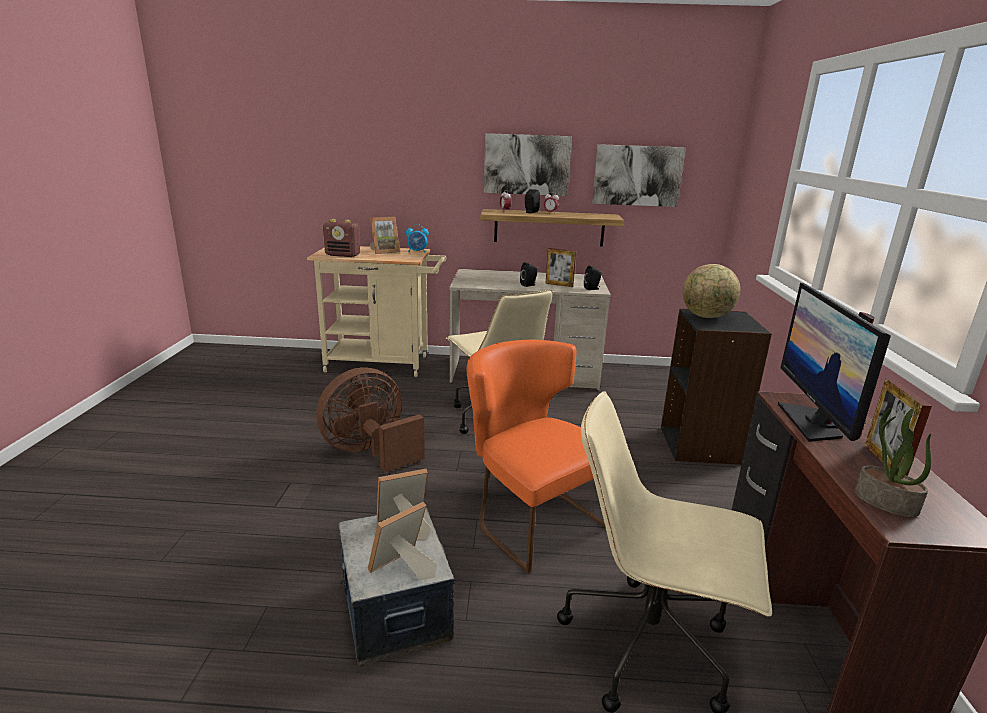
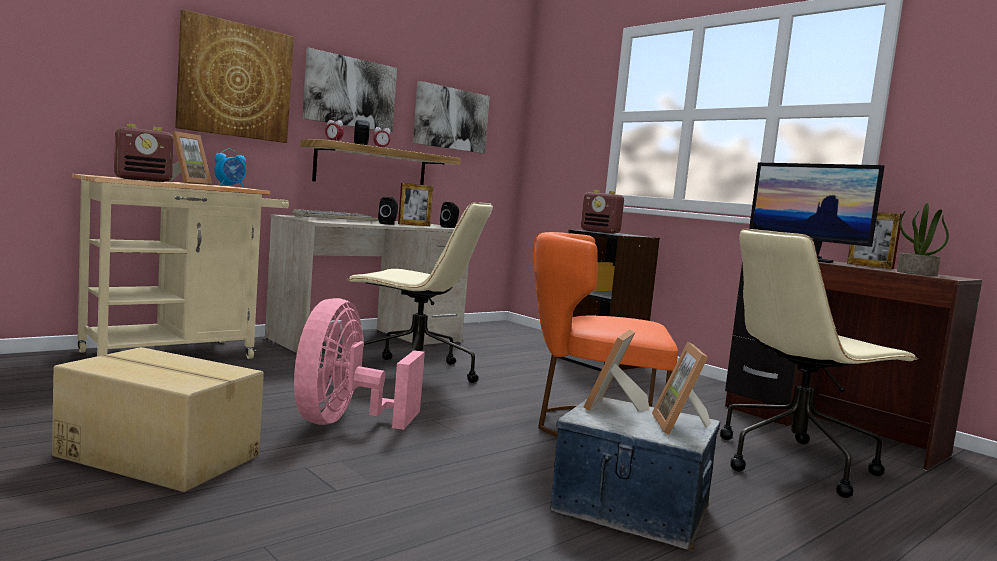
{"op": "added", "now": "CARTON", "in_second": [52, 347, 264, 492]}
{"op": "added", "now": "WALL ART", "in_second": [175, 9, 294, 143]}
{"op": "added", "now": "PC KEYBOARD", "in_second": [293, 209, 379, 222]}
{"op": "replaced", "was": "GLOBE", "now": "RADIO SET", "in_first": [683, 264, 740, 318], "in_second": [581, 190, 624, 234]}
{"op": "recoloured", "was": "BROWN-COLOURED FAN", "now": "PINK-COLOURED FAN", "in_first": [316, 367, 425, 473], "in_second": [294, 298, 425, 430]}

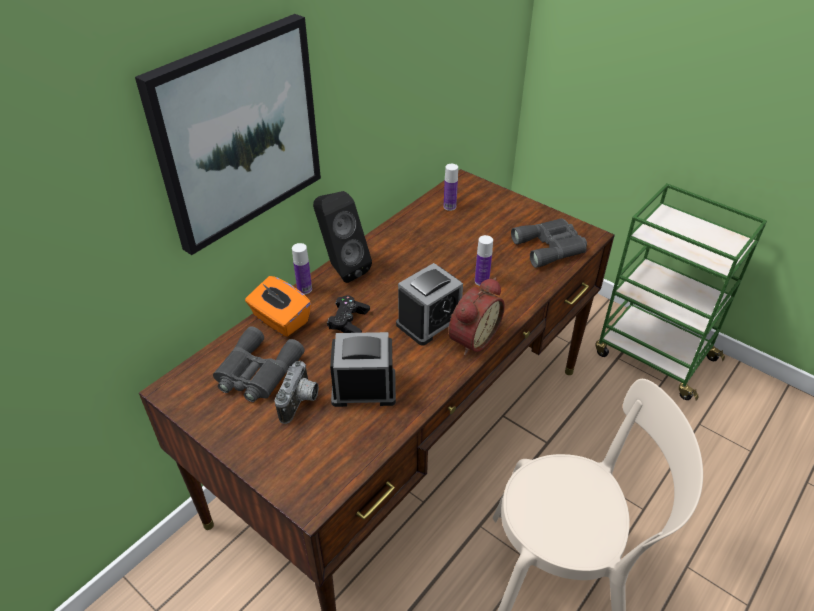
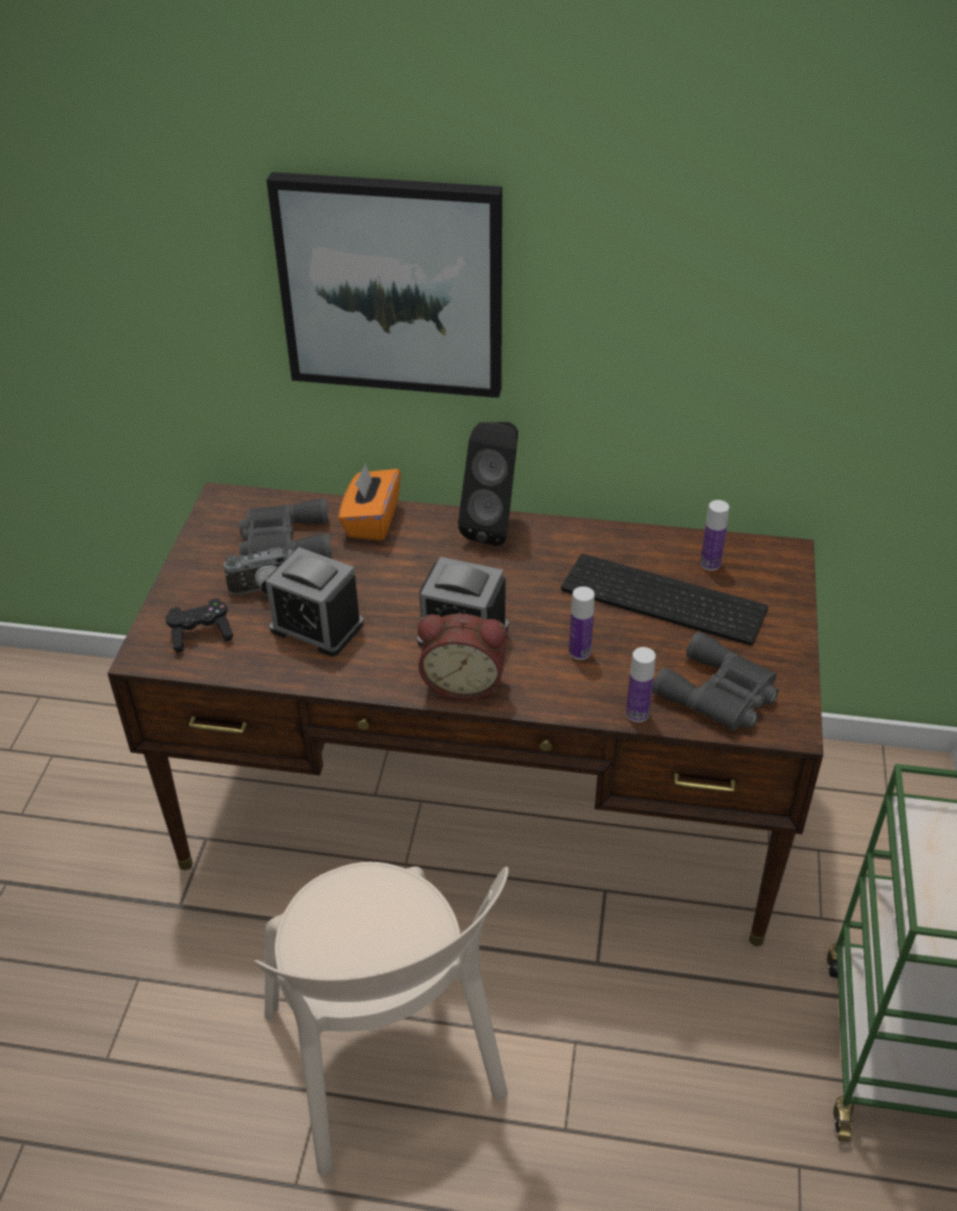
{"op": "added", "now": "PC KEYBOARD", "in_second": [561, 554, 769, 645]}
{"op": "moved", "was": "DRINK BOTTLE", "in_first": [292, 243, 312, 294], "in_second": [626, 647, 656, 722]}
{"op": "moved", "was": "BLACK-COLOURED GAMEPAD", "in_first": [327, 295, 370, 333], "in_second": [166, 598, 234, 653]}
{"op": "turned", "was": "ALARM CLOCK", "in_first": [330, 332, 396, 407], "in_second": [266, 547, 363, 657], "clockwise": 150}

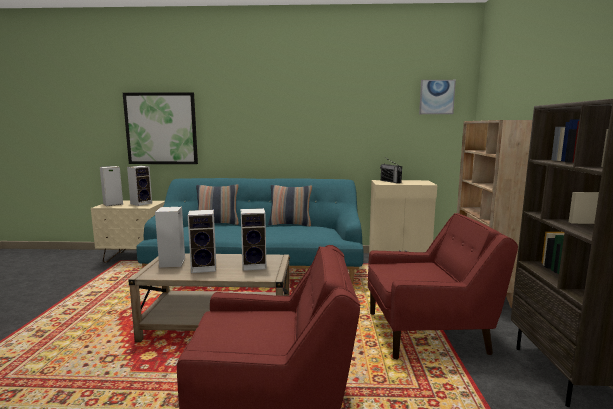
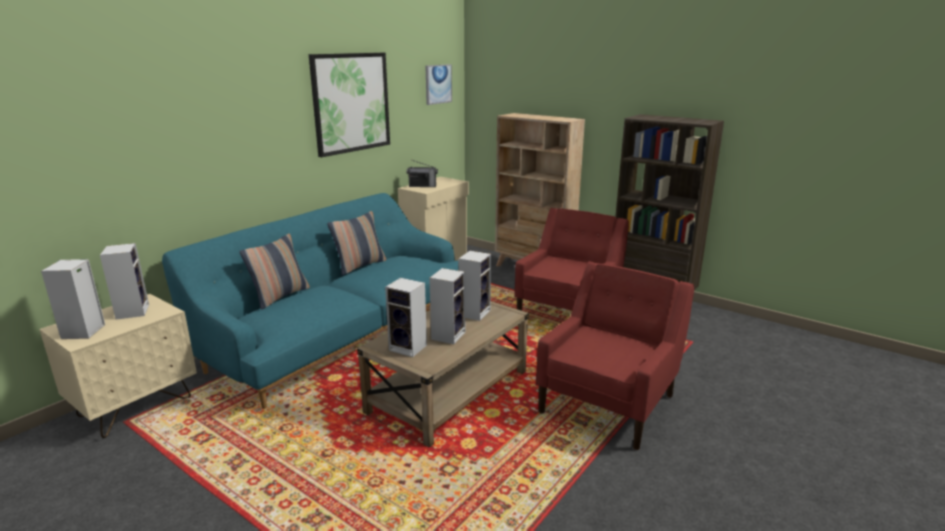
{"op": "moved", "was": "WALL ART", "in_first": [123, 92, 198, 164], "in_second": [309, 53, 390, 157]}

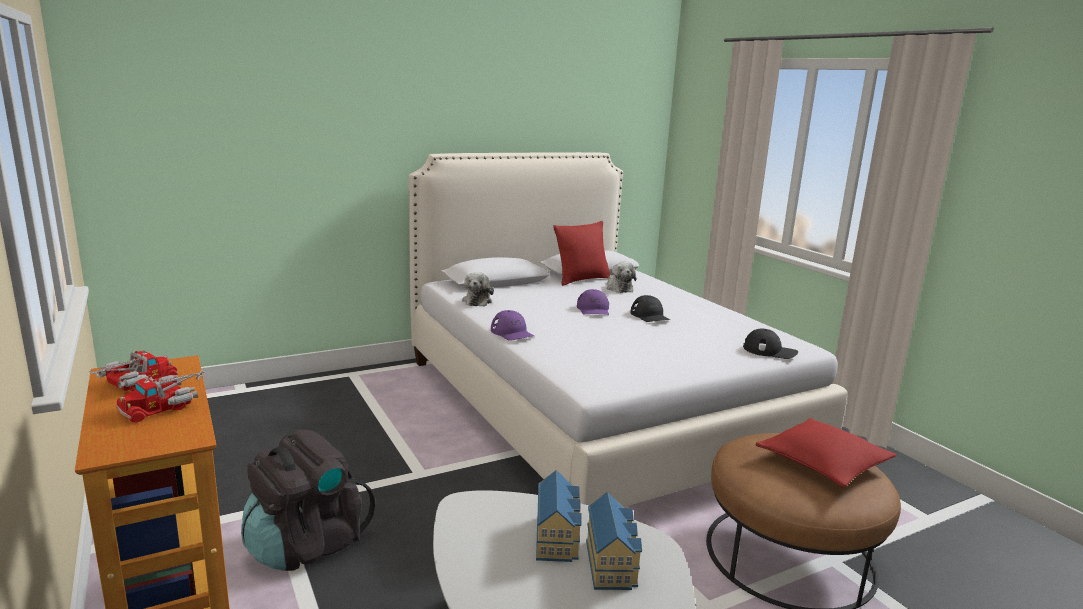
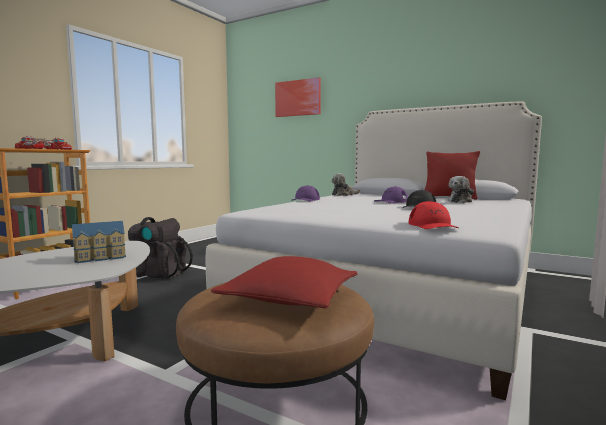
{"op": "removed", "was": "MINIATURE HOUSE", "in_first": [586, 492, 642, 590]}
{"op": "added", "now": "WALL ART", "in_second": [275, 77, 321, 117]}
{"op": "recoloured", "was": "BLACK-COLOURED PEAKED CAP", "now": "RED-COLOURED PEAKED CAP", "in_first": [743, 329, 798, 359], "in_second": [409, 201, 459, 229]}

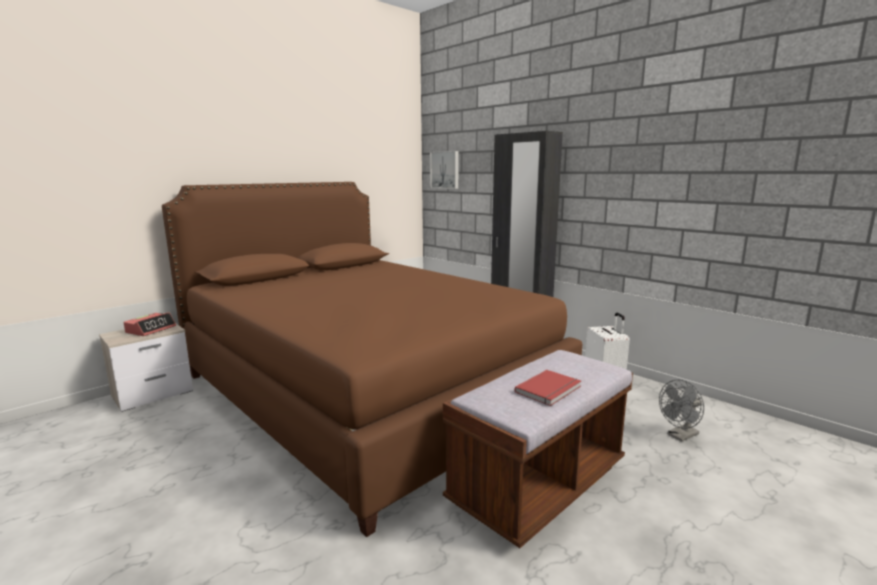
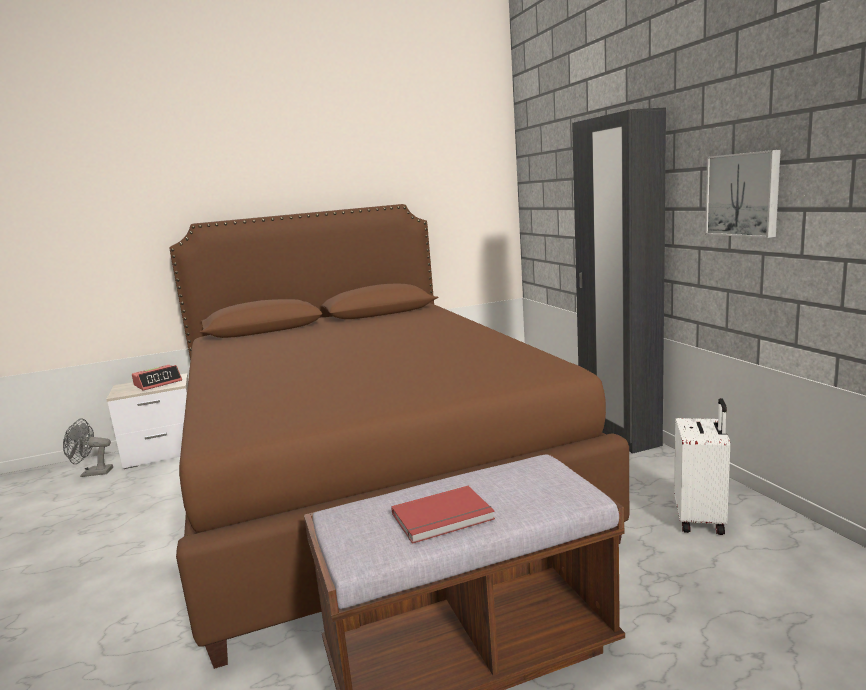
{"op": "moved", "was": "WALL ART", "in_first": [430, 151, 459, 189], "in_second": [705, 150, 781, 238]}
{"op": "moved", "was": "GRAY FAN", "in_first": [659, 379, 704, 441], "in_second": [63, 418, 113, 477]}

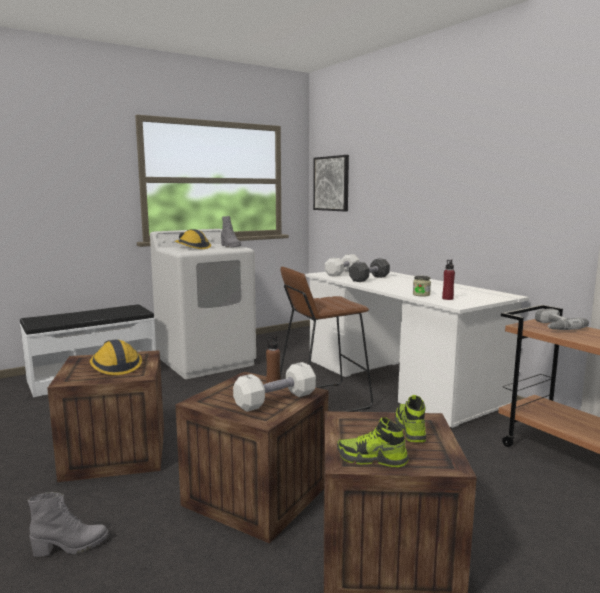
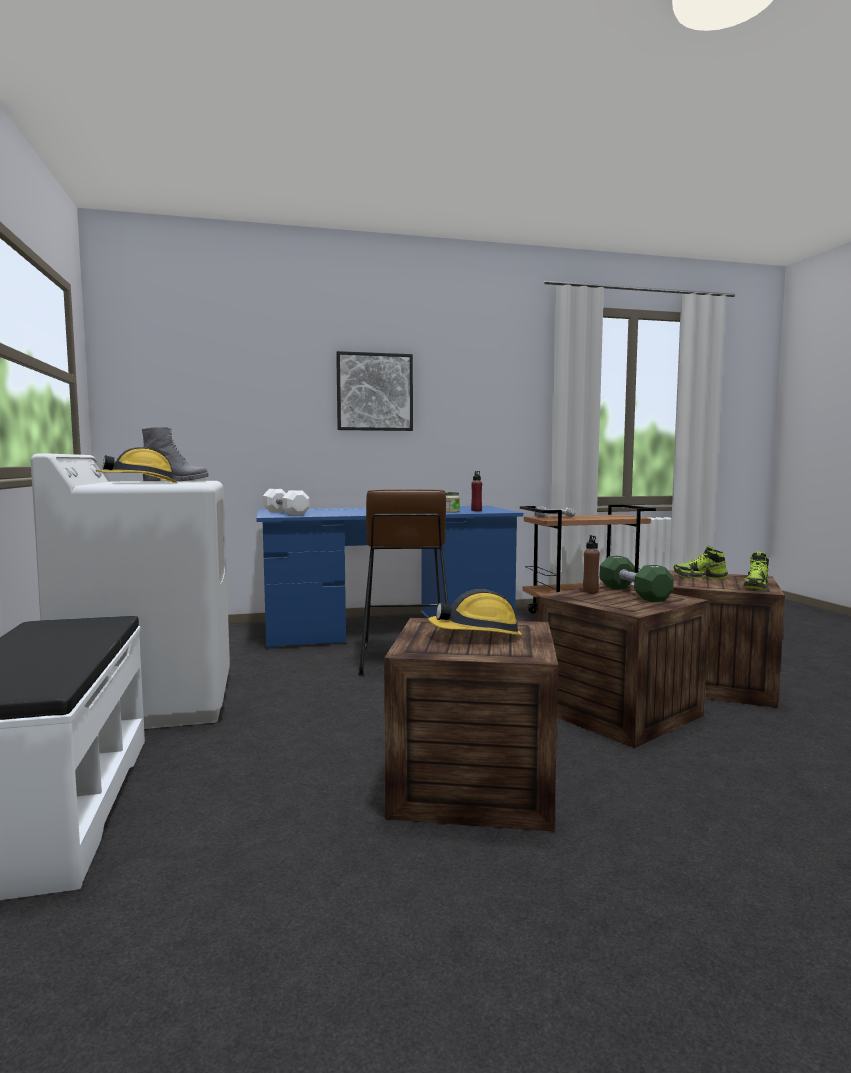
{"op": "removed", "was": "GRAY HIGH-TOP BOOT", "in_first": [28, 492, 109, 557]}
{"op": "removed", "was": "BLACK-COLOURED HAND WEIGHT", "in_first": [349, 258, 390, 282]}
{"op": "moved", "was": "WALL ART", "in_first": [313, 155, 349, 212], "in_second": [336, 351, 413, 431]}
{"op": "recoloured", "was": "WHITISH HAND WEIGHT", "now": "GREEN-COLOURED HAND WEIGHT", "in_first": [233, 362, 316, 412], "in_second": [599, 556, 674, 602]}
{"op": "recoloured", "was": "WHITISH DESK", "now": "BLUE DESK", "in_first": [305, 271, 529, 428], "in_second": [256, 506, 523, 648]}

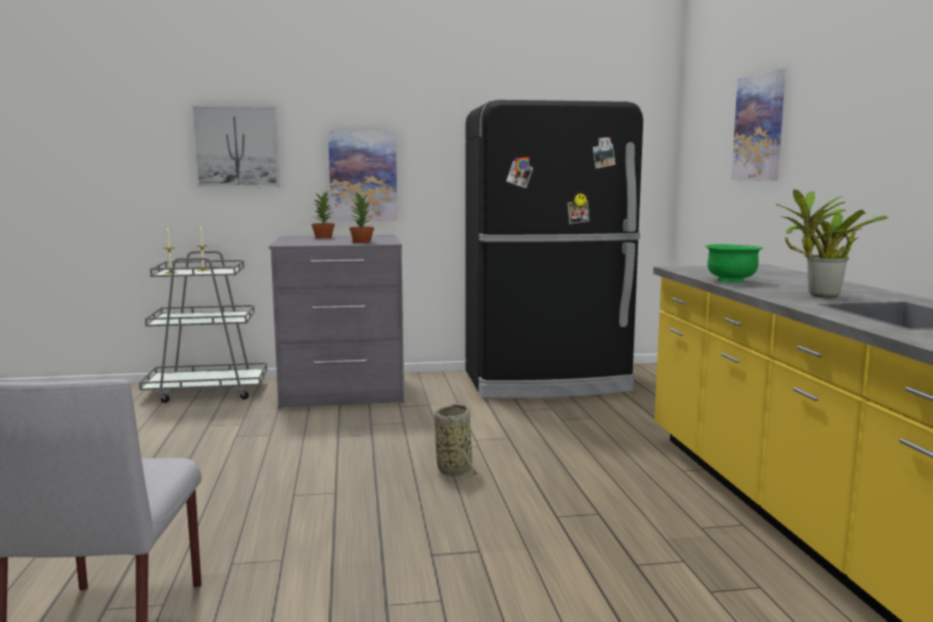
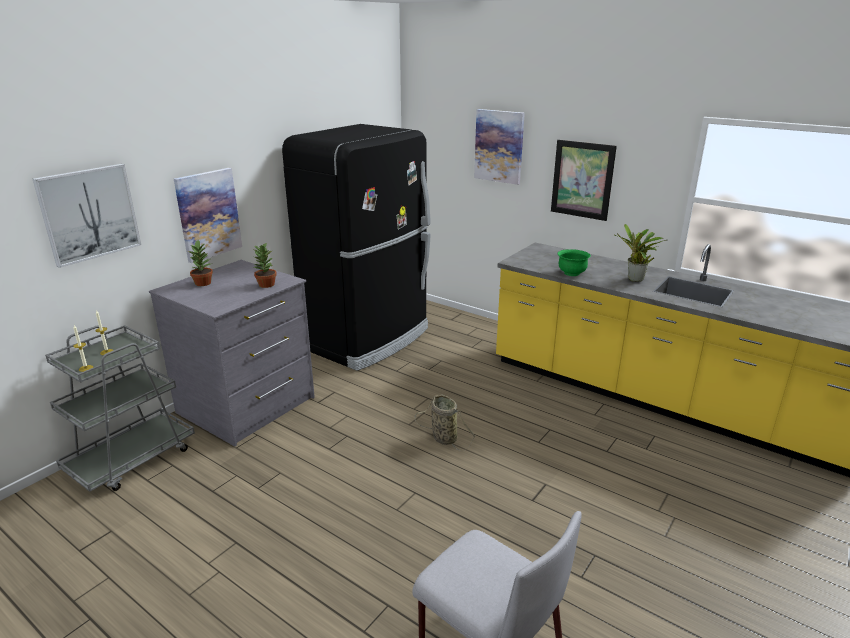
{"op": "added", "now": "WALL ART", "in_second": [551, 140, 617, 221]}

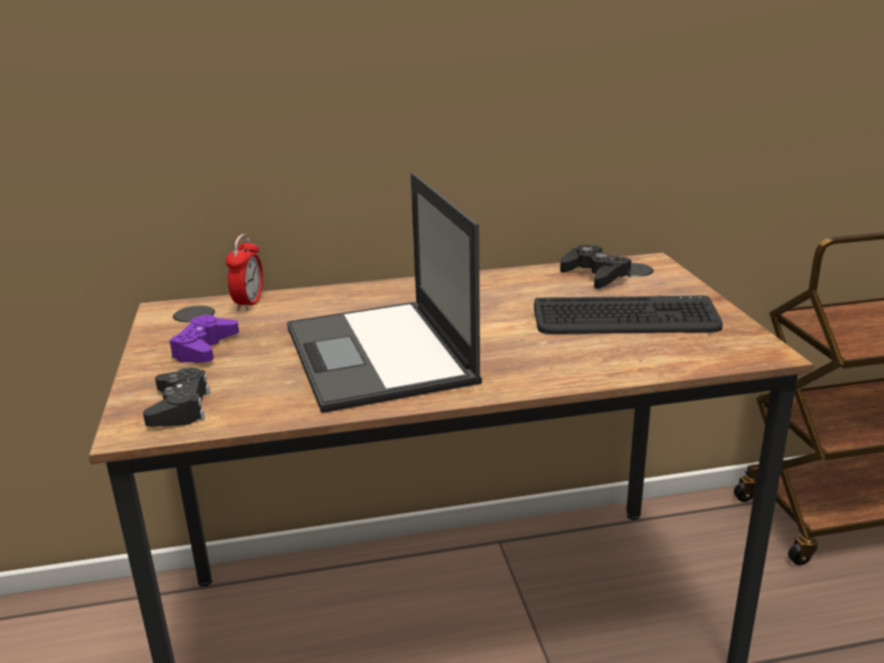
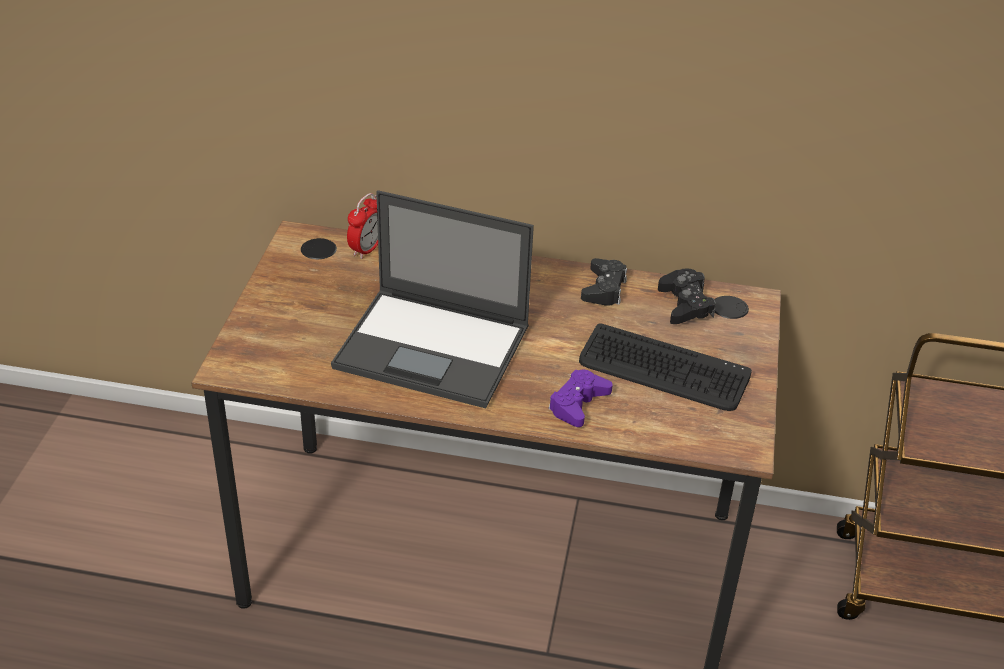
{"op": "moved", "was": "BLACK-COLOURED GAMEPAD", "in_first": [143, 367, 211, 427], "in_second": [581, 258, 627, 306]}
{"op": "moved", "was": "PURPLE GAMEPAD", "in_first": [170, 315, 239, 363], "in_second": [548, 370, 613, 427]}
{"op": "turned", "was": "NOTEBOOK COMPUTER", "in_first": [287, 173, 482, 413], "in_second": [331, 190, 534, 408], "clockwise": -75}

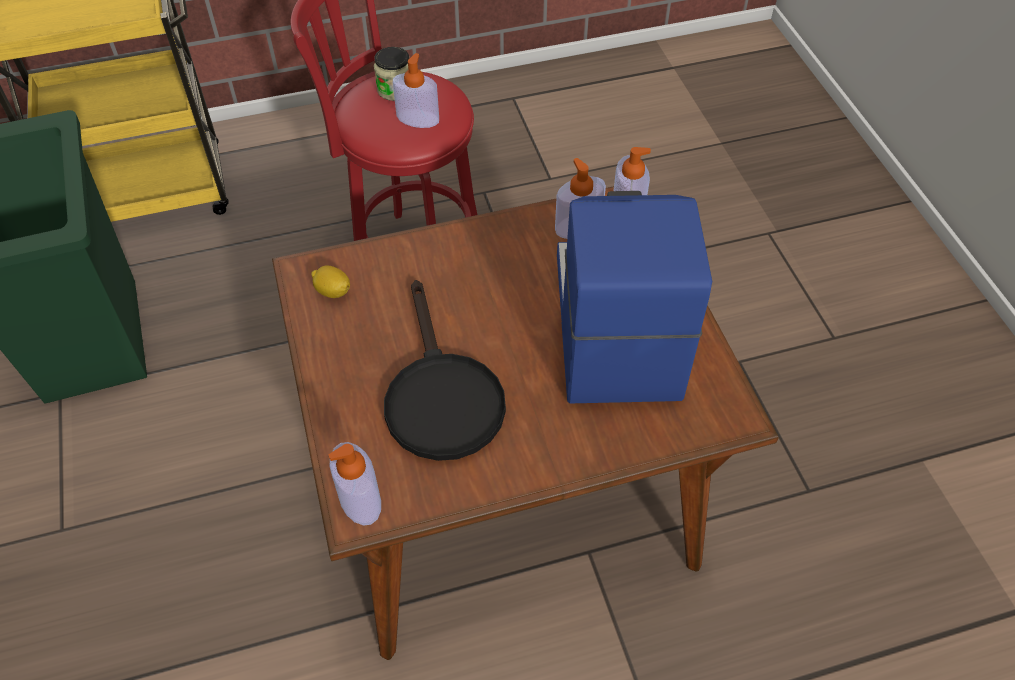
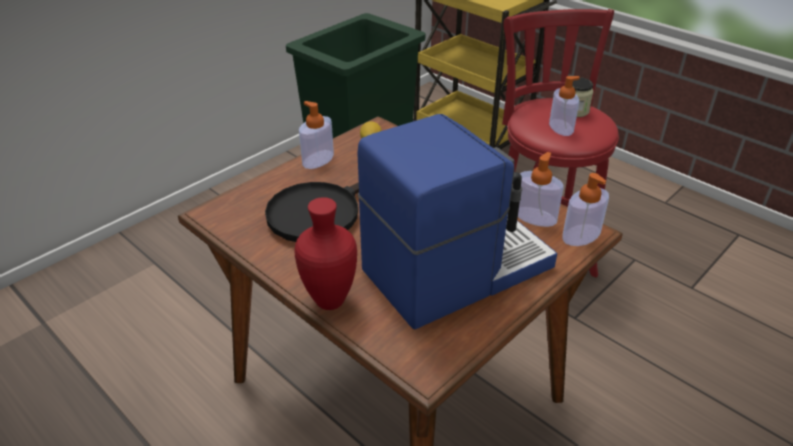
{"op": "added", "now": "RED-COLOURED DECORATIVE VASE", "in_second": [295, 197, 357, 310]}
{"op": "moved", "was": "SOAP BOTTLE", "in_first": [329, 442, 381, 526], "in_second": [299, 101, 334, 169]}

